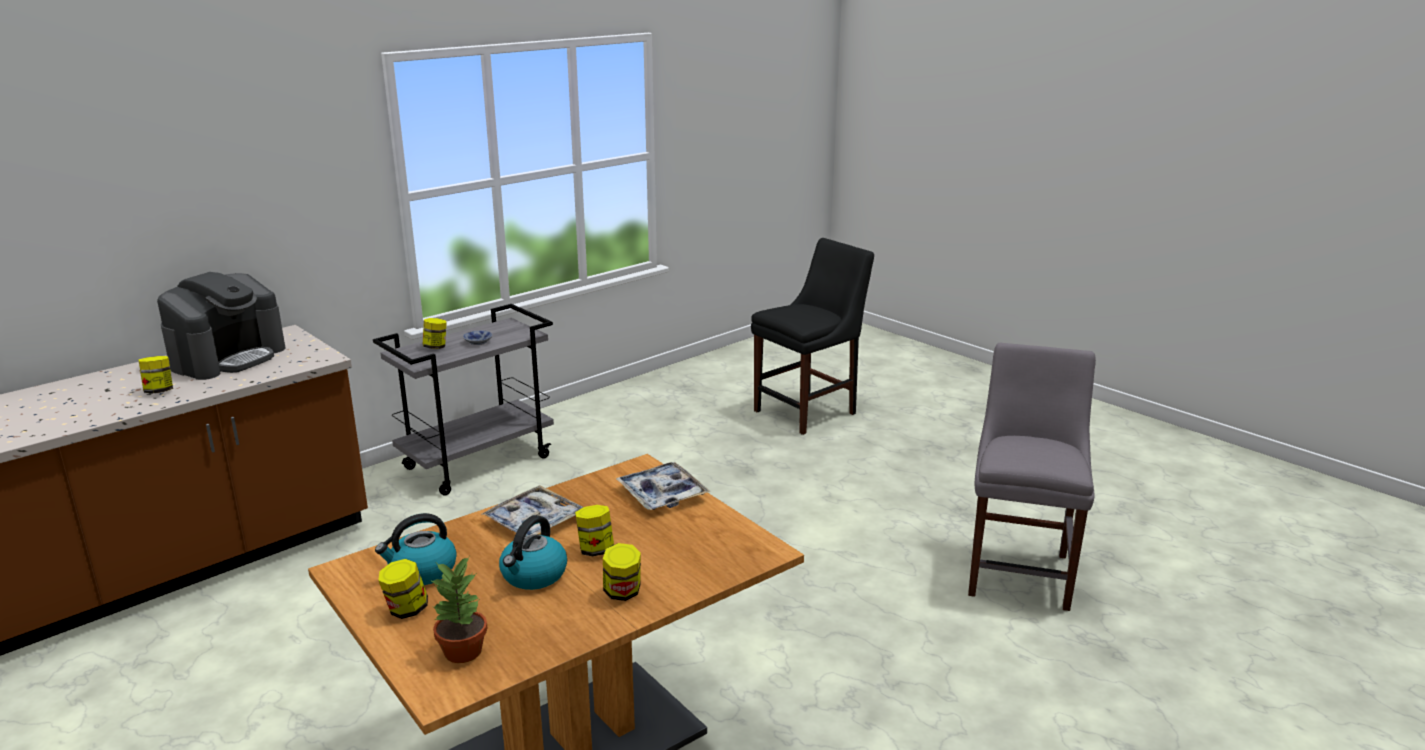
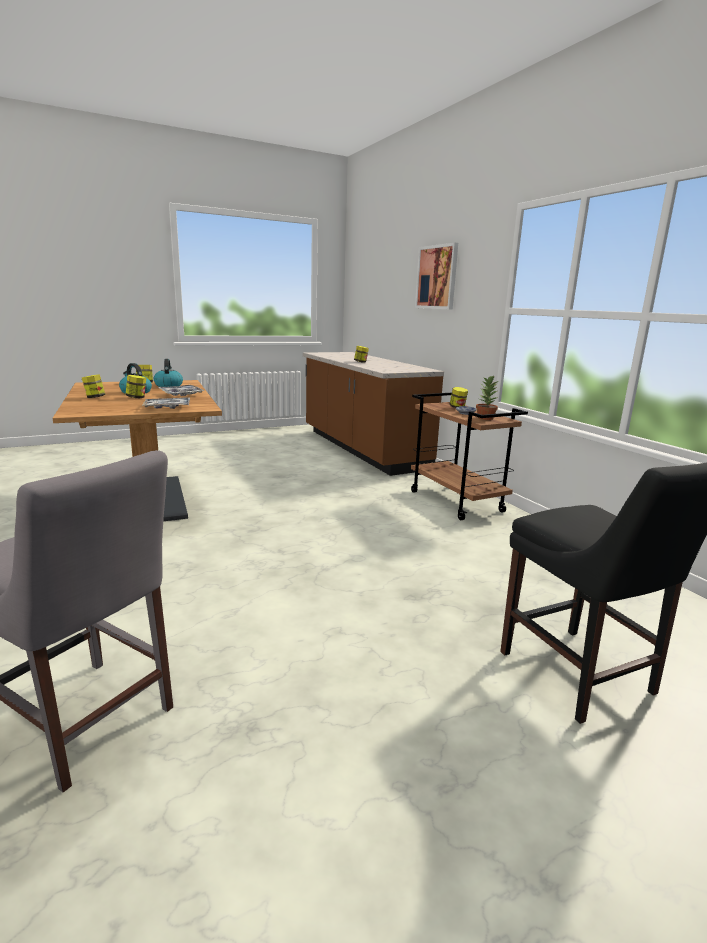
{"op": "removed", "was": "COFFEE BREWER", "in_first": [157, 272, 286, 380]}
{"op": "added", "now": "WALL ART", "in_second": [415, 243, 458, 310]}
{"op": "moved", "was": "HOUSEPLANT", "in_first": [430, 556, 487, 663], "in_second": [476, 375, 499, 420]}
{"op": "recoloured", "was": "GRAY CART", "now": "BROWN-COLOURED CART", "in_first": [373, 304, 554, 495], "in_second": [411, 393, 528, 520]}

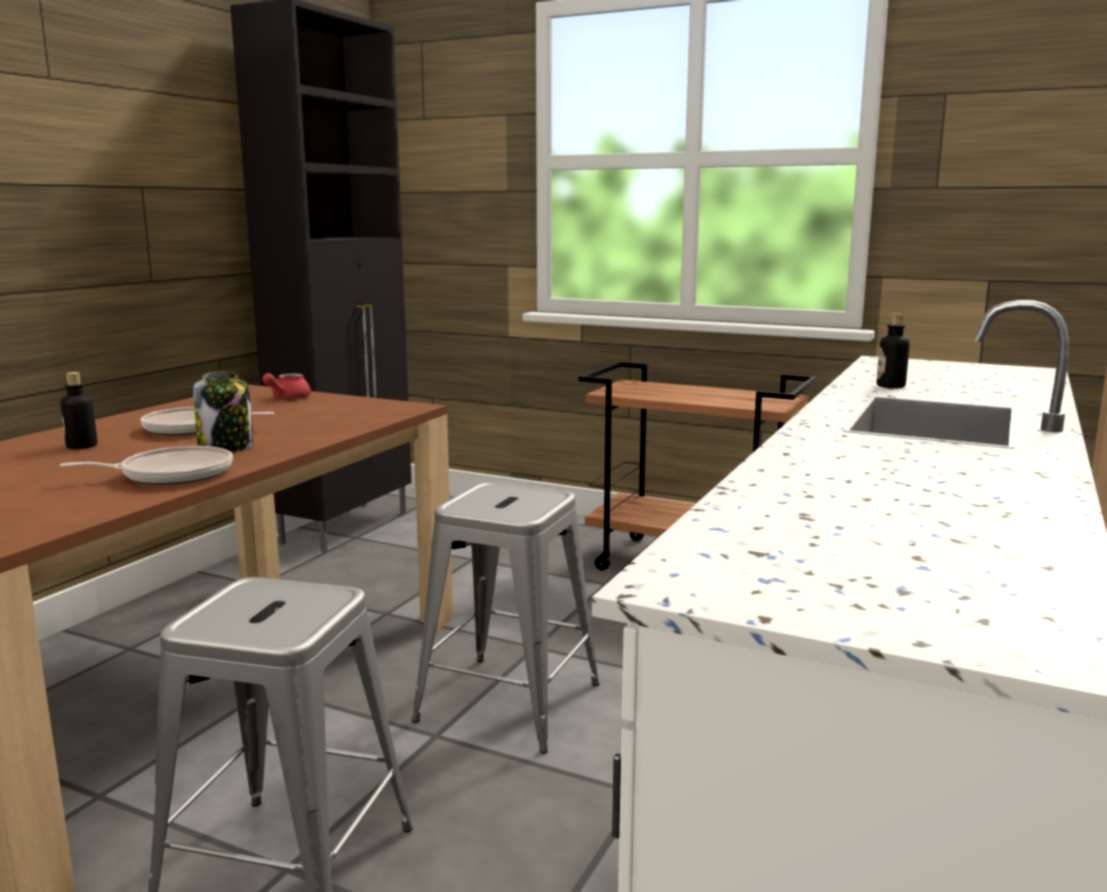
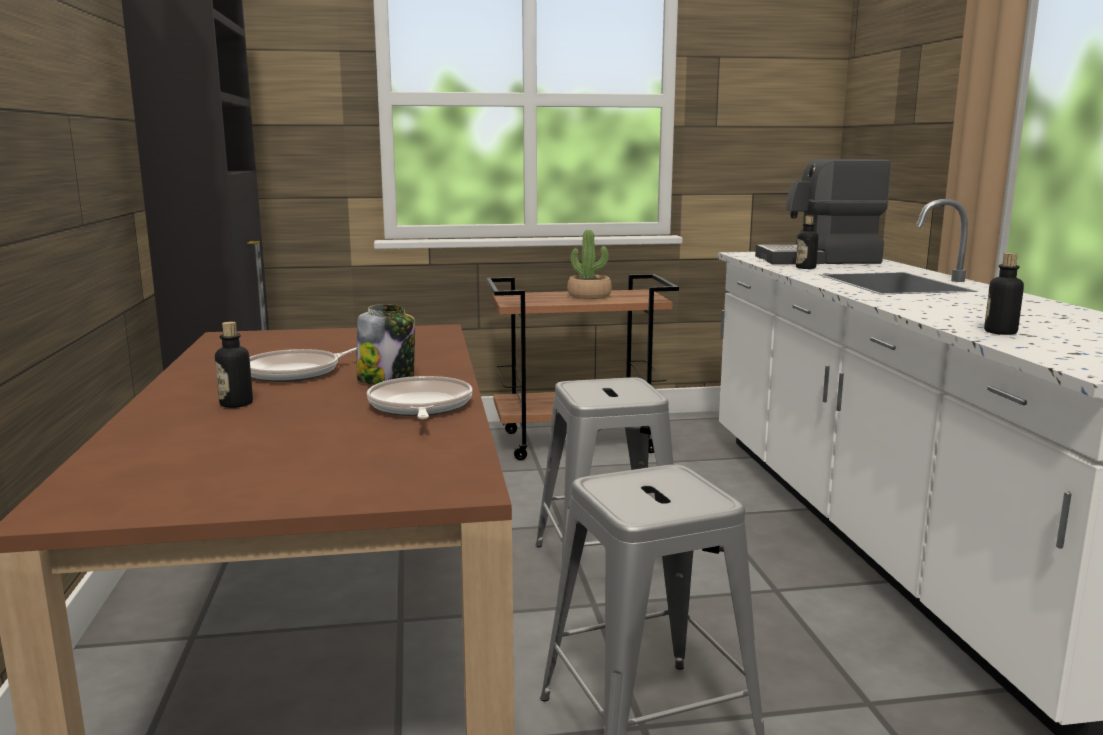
{"op": "removed", "was": "RED-COLOURED TEA POT", "in_first": [262, 373, 311, 399]}
{"op": "added", "now": "HOUSEPLANT", "in_second": [567, 230, 612, 299]}
{"op": "added", "now": "COFFEE BREWER", "in_second": [755, 159, 891, 264]}
{"op": "added", "now": "DRINK BOTTLE", "in_second": [984, 253, 1024, 335]}
{"op": "turned", "was": "SKILLET", "in_first": [60, 446, 233, 485], "in_second": [367, 376, 472, 419], "clockwise": -45}

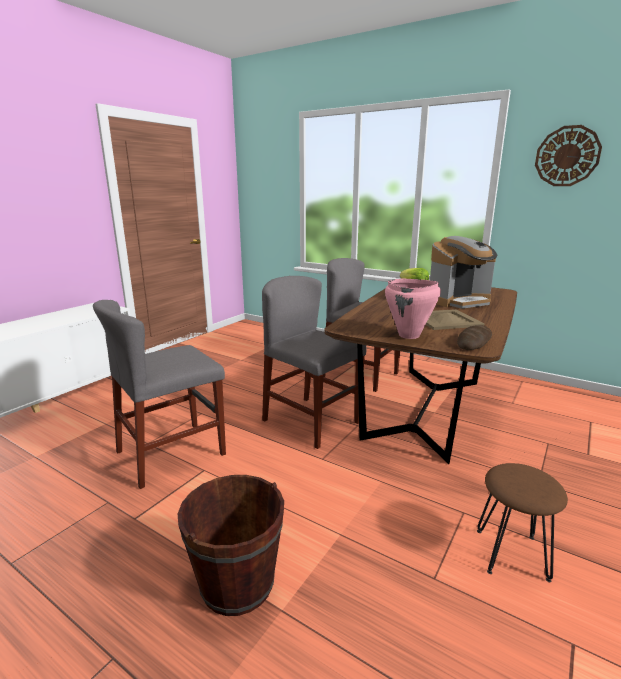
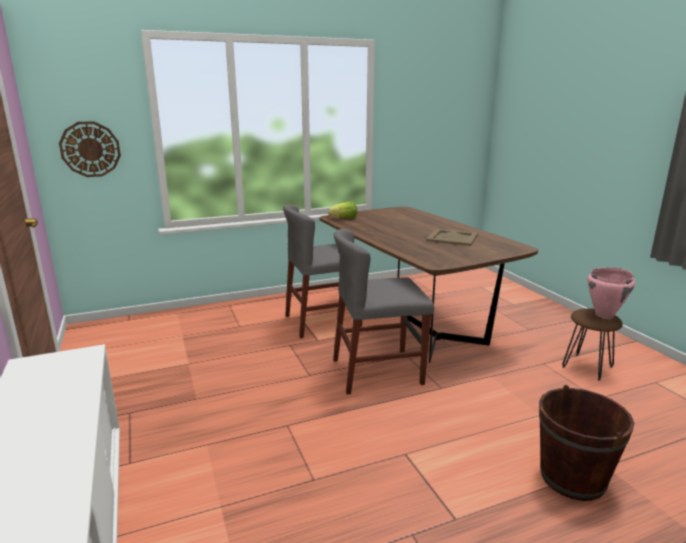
{"op": "removed", "was": "GRAY PLAIN CHAIR", "in_first": [93, 300, 226, 489]}
{"op": "removed", "was": "COFFEE BREWER", "in_first": [430, 236, 498, 309]}
{"op": "removed", "was": "BAKERY BREAD", "in_first": [457, 325, 492, 350]}
{"op": "moved", "was": "PINK-COLOURED COOKING POT", "in_first": [385, 279, 441, 339], "in_second": [588, 267, 635, 319]}
{"op": "moved", "was": "CLOCK ON THE WALL", "in_first": [535, 125, 602, 186], "in_second": [59, 121, 121, 177]}

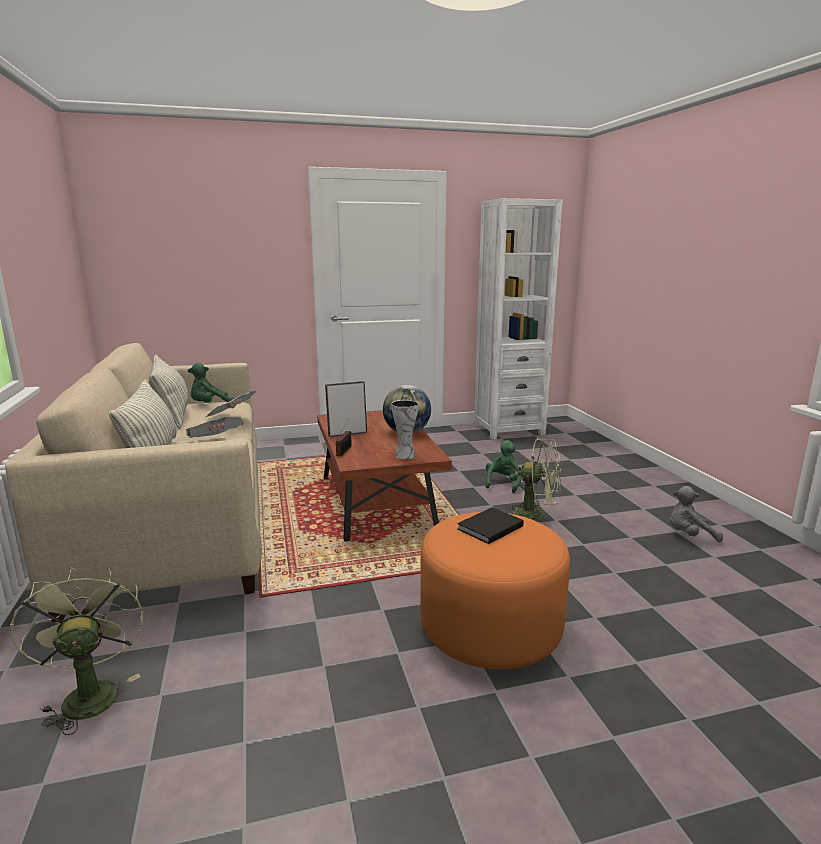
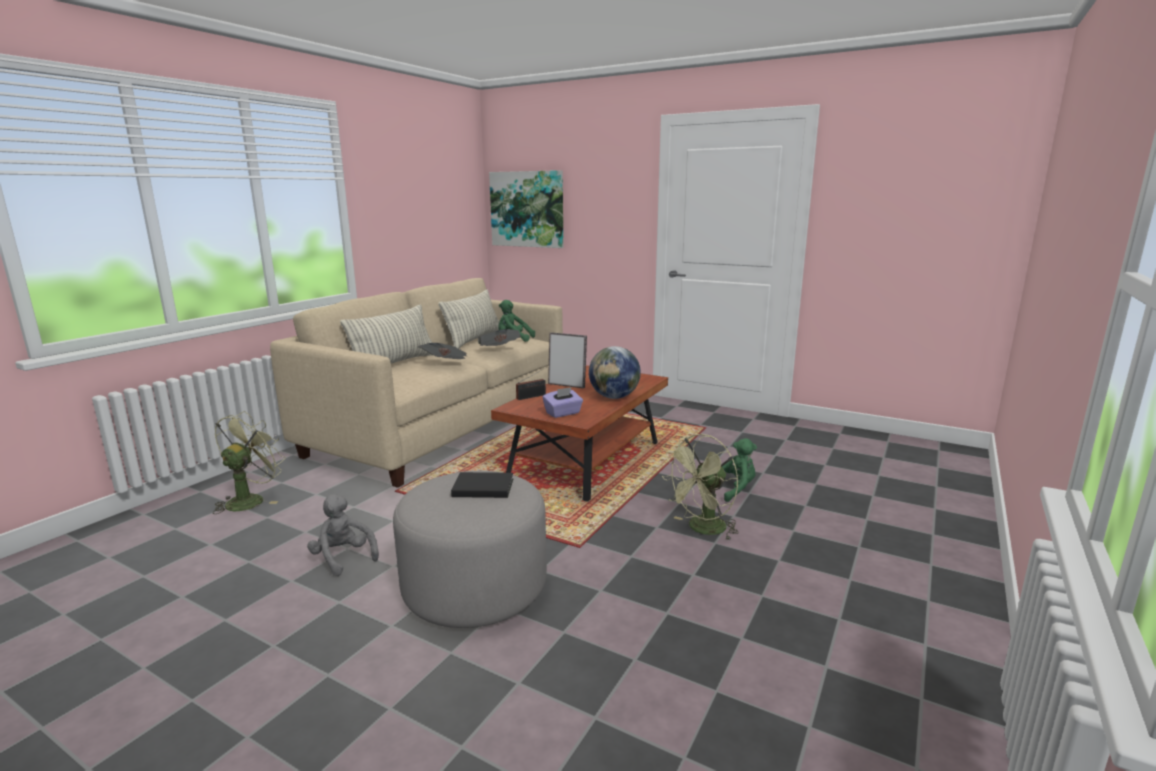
{"op": "removed", "was": "WHITISH BOOKSHELF", "in_first": [474, 198, 563, 439]}
{"op": "added", "now": "WALL ART", "in_second": [489, 170, 564, 248]}
{"op": "moved", "was": "GRAY PLUSH TOY", "in_first": [670, 486, 723, 542], "in_second": [307, 494, 379, 576]}
{"op": "replaced", "was": "DECORATIVE VASE", "now": "PURPLE BOX OF TISSUES", "in_first": [391, 400, 419, 459], "in_second": [543, 387, 583, 418]}
{"op": "recoloured", "was": "ORANGEY POUFFE", "now": "GRAY POUFFE", "in_first": [420, 512, 570, 670], "in_second": [393, 471, 547, 628]}
{"op": "turned", "was": "GREEN-COLOURED FAN", "in_first": [506, 438, 561, 521], "in_second": [662, 434, 739, 541], "clockwise": 75}

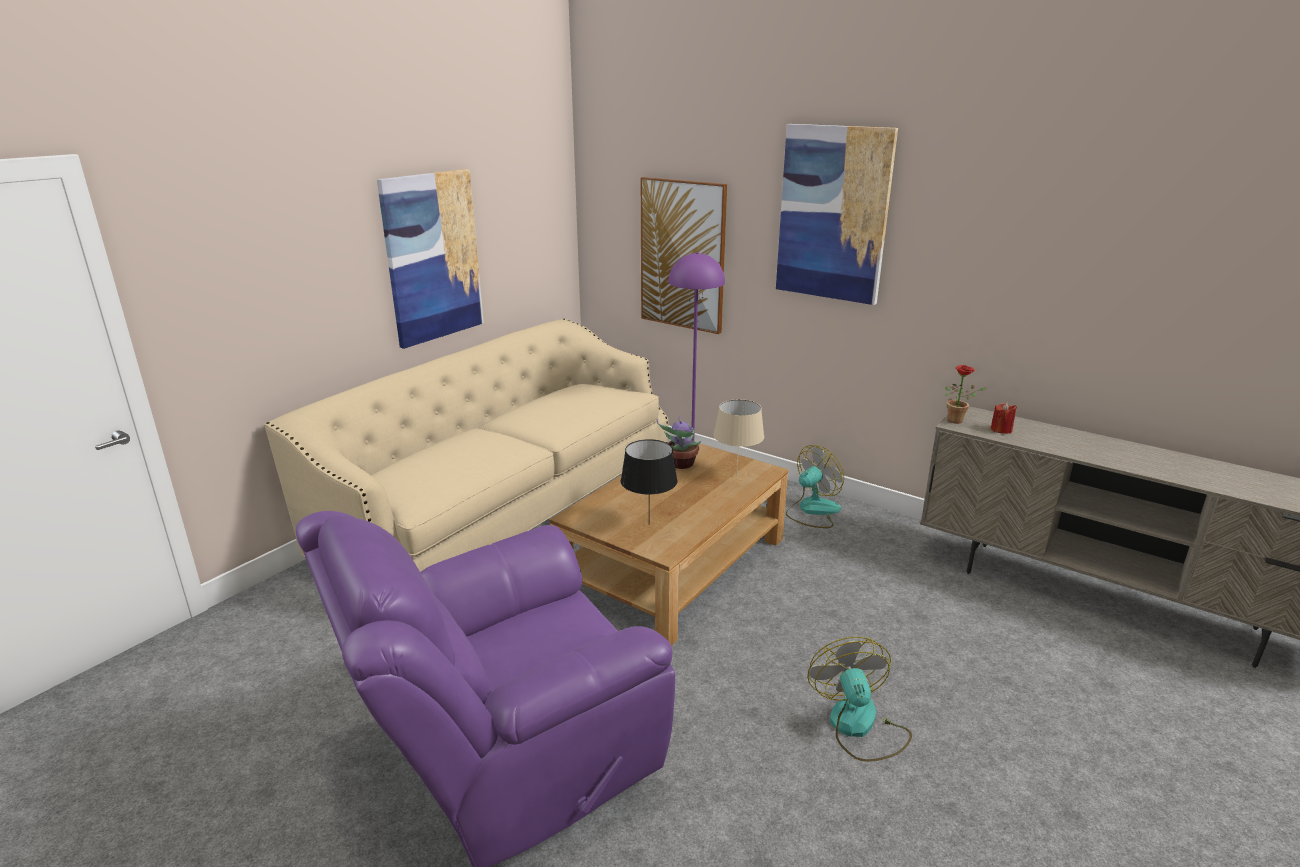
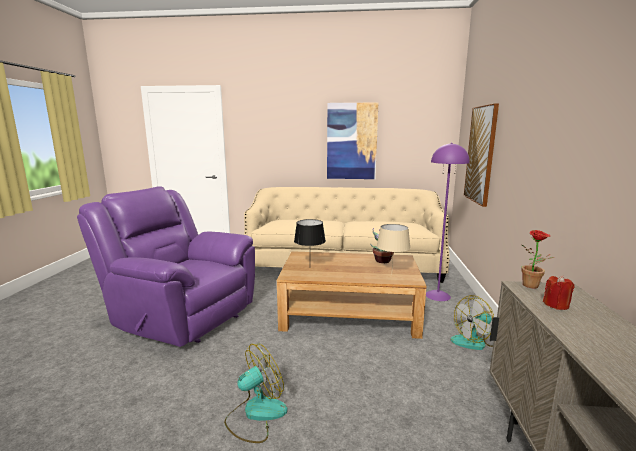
{"op": "removed", "was": "WALL ART", "in_first": [776, 124, 898, 305]}
{"op": "turned", "was": "FAN", "in_first": [786, 445, 844, 528], "in_second": [451, 295, 494, 350], "clockwise": 135}

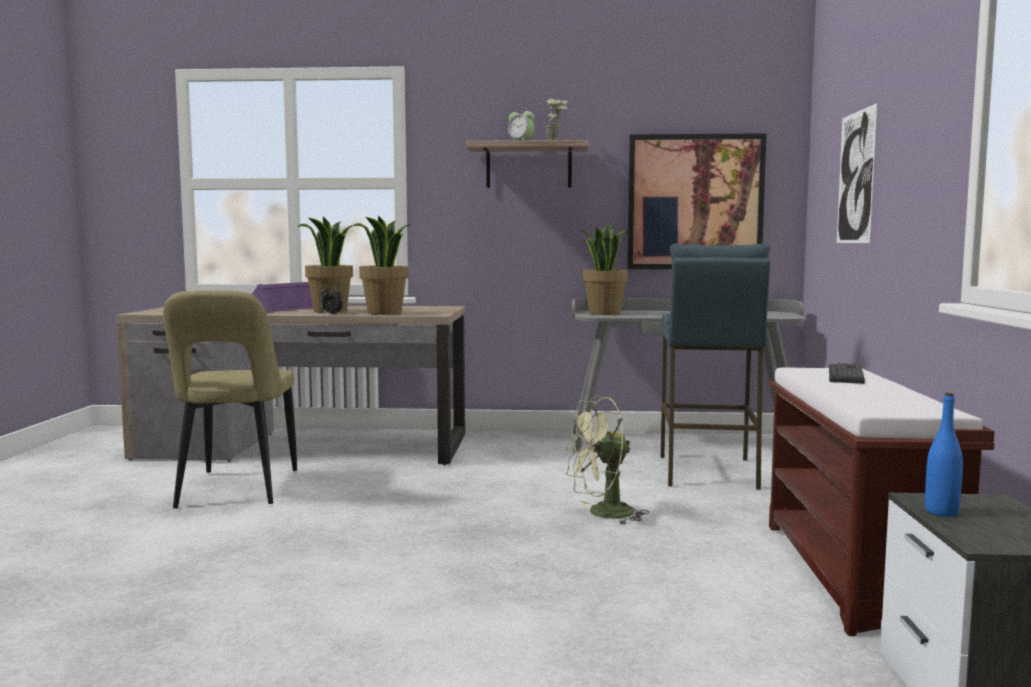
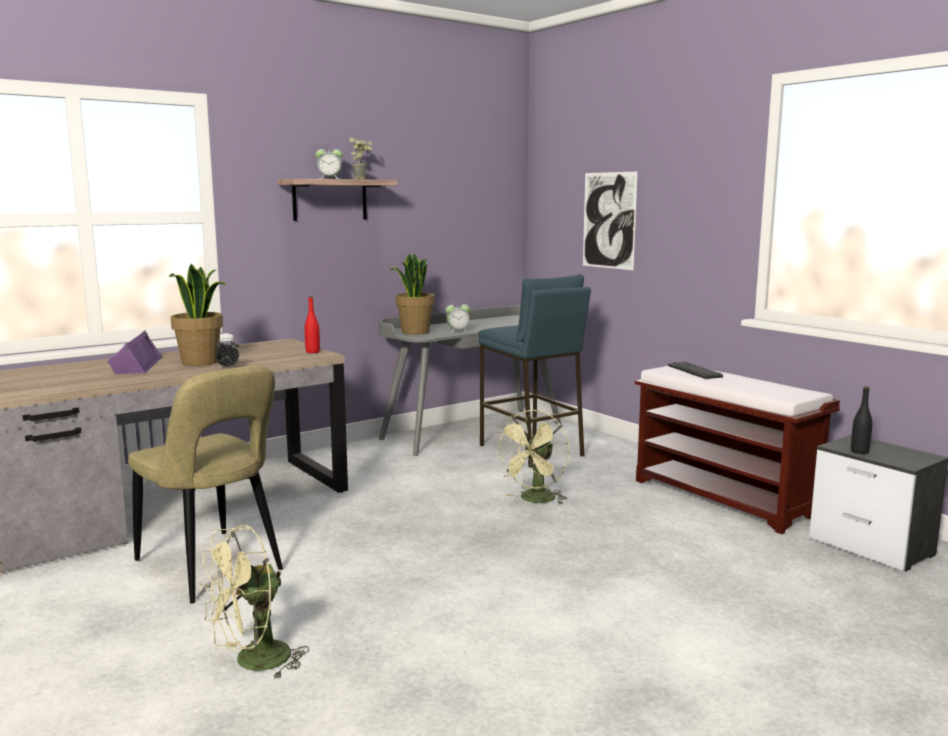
{"op": "removed", "was": "HOUSEPLANT", "in_first": [352, 215, 411, 315]}
{"op": "removed", "was": "WALL ART", "in_first": [627, 133, 766, 269]}
{"op": "added", "now": "GREEN-COLOURED FAN", "in_second": [199, 525, 309, 680]}
{"op": "added", "now": "RED-COLOURED DRINK BOTTLE", "in_second": [305, 296, 320, 353]}
{"op": "added", "now": "ALARM CLOCK", "in_second": [445, 300, 470, 333]}
{"op": "recoloured", "was": "BLUE DRINK BOTTLE", "now": "BLACK-COLOURED DRINK BOTTLE", "in_first": [925, 393, 963, 517], "in_second": [851, 386, 872, 454]}

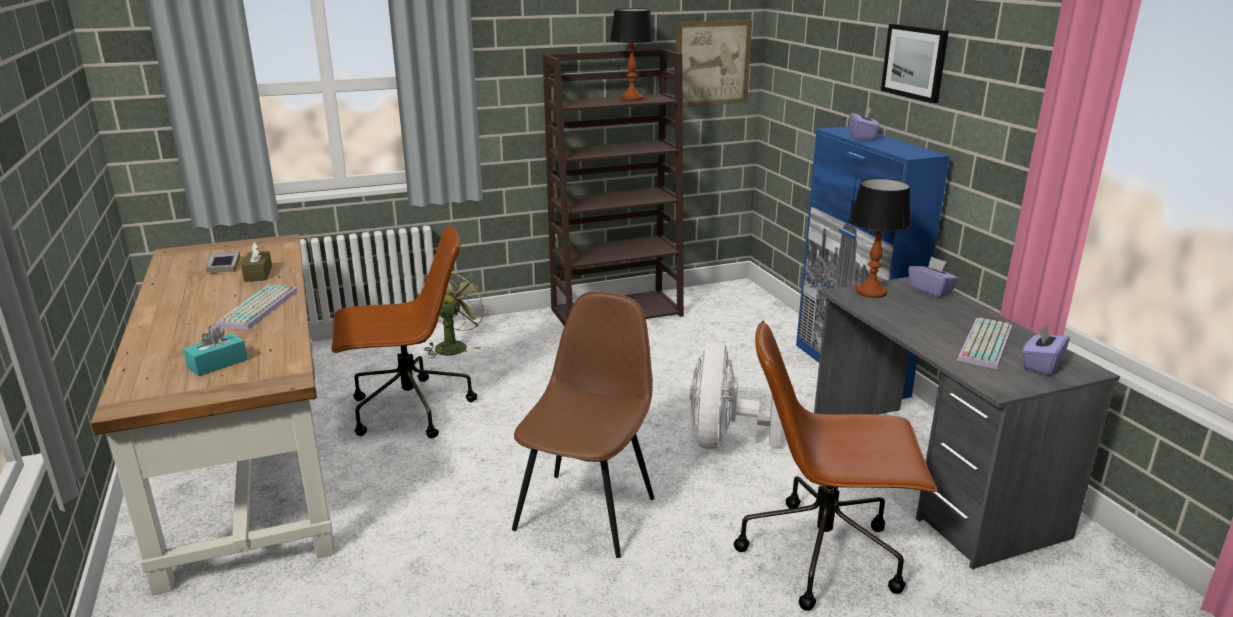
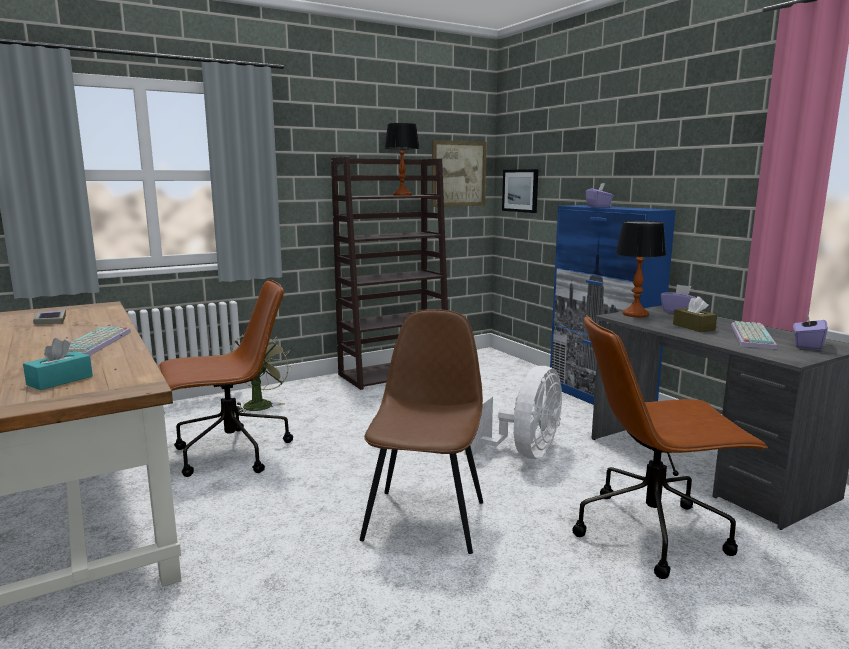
{"op": "moved", "was": "BROWN-COLOURED BOX OF TISSUES", "in_first": [241, 242, 272, 282], "in_second": [673, 296, 717, 332]}
{"op": "moved", "was": "WALL ART", "in_first": [881, 24, 949, 103], "in_second": [502, 169, 538, 213]}
{"op": "turned", "was": "WHITISH FAN", "in_first": [690, 342, 781, 449], "in_second": [465, 366, 562, 459], "clockwise": -150}

